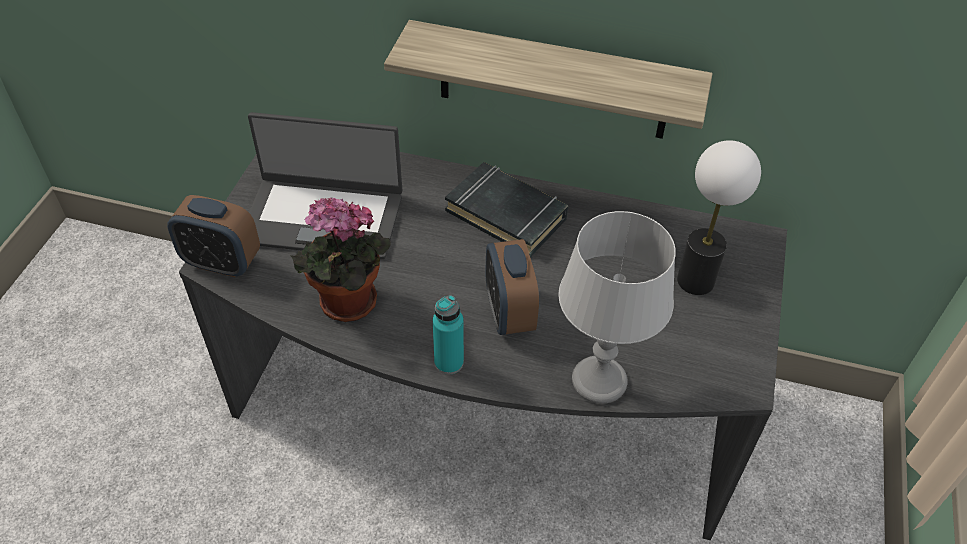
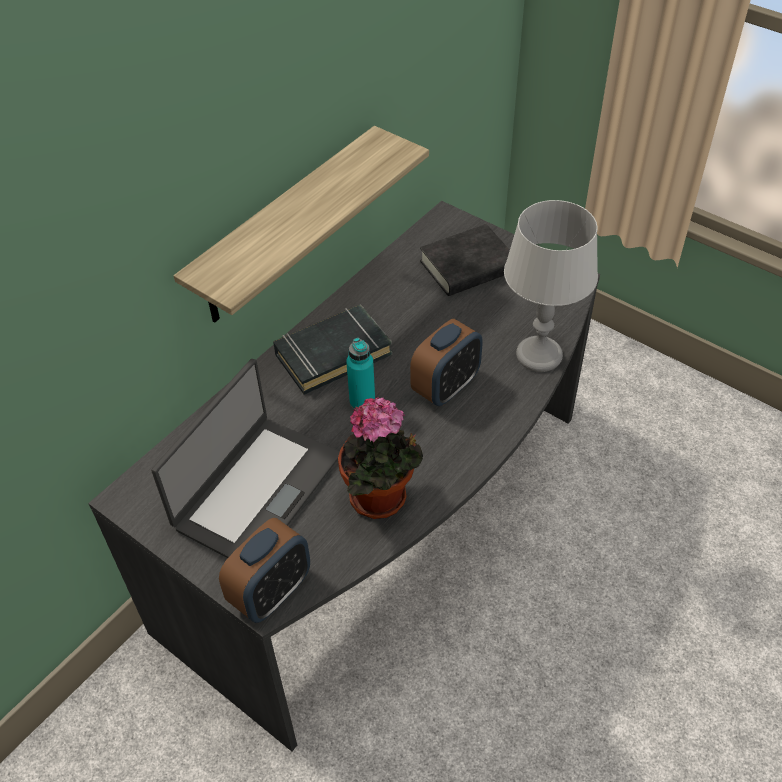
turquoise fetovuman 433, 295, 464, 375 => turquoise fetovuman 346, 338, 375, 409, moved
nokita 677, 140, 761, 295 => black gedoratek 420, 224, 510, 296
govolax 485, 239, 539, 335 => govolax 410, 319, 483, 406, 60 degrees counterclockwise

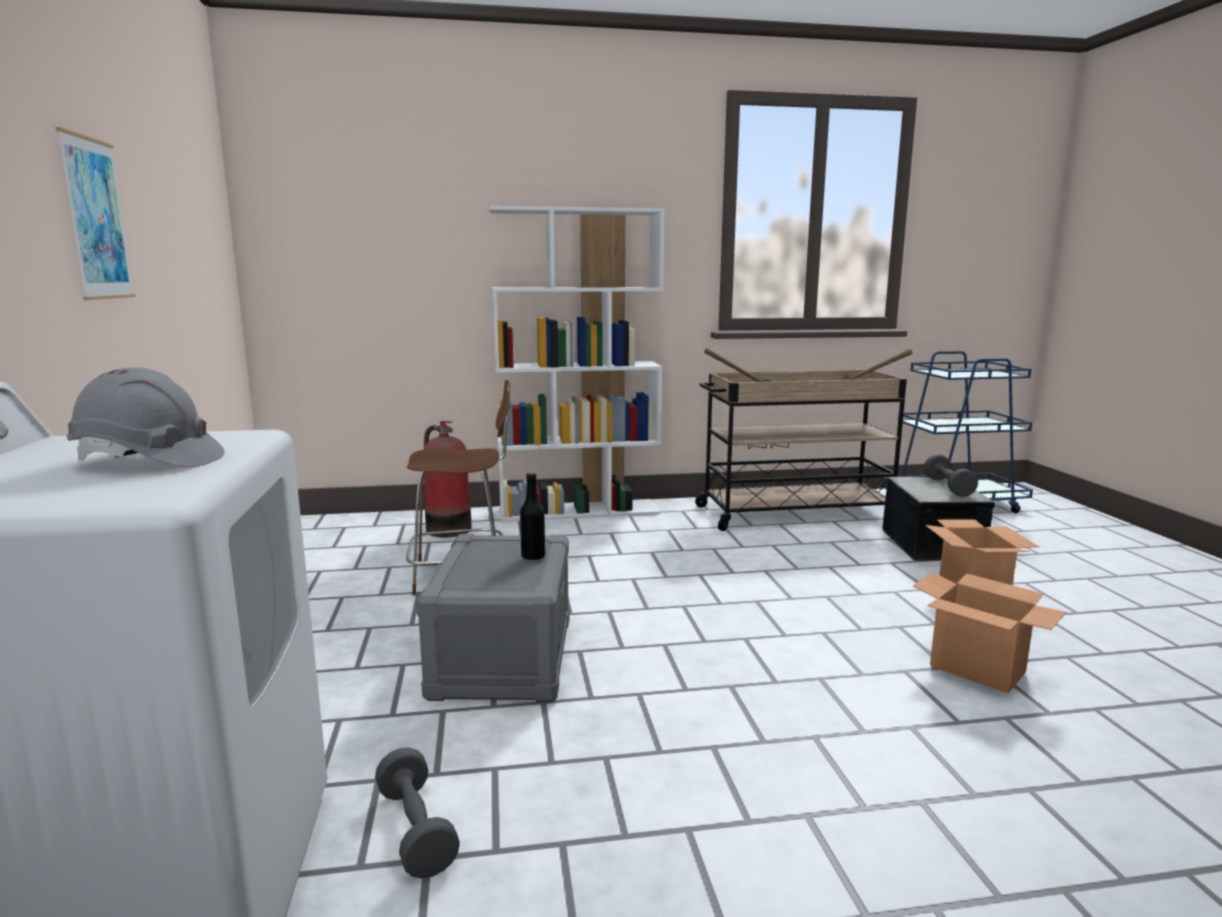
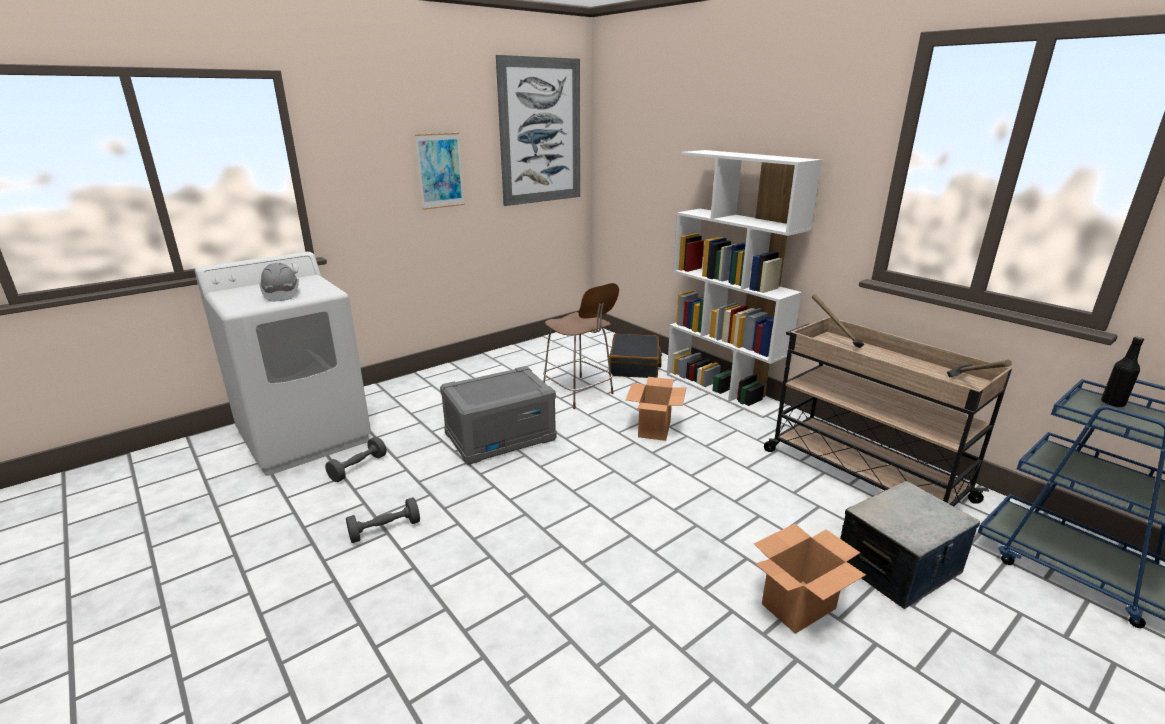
nothing => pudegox 496, 55, 580, 206
black fetovuman 520, 472, 545, 560 => black fetovuman 1101, 337, 1144, 407, moved
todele 913, 572, 1066, 693 => todele 626, 377, 686, 441, moved
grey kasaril 924, 454, 978, 497 => grey kasaril 346, 498, 420, 543, moved
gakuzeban 424, 421, 472, 538 => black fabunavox 609, 334, 662, 378

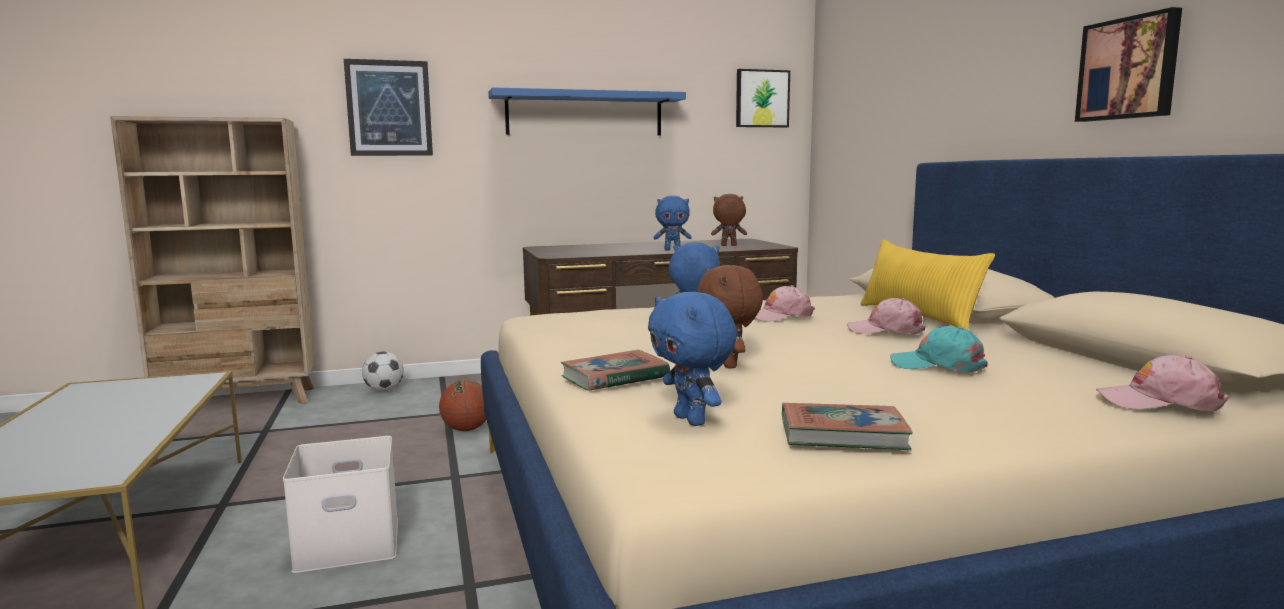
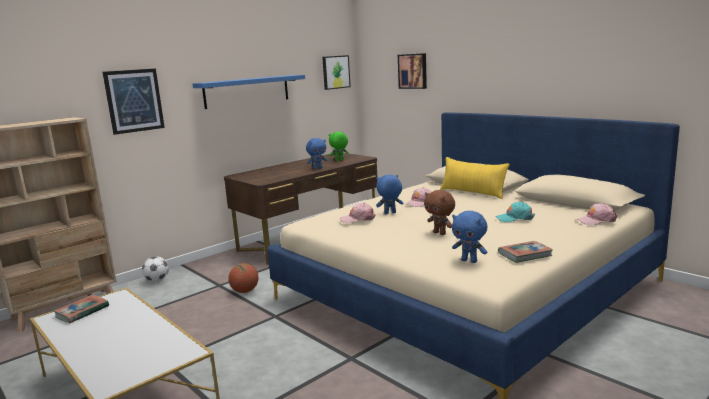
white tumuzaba 283, 436, 398, 573 => nothing
gedoratek 561, 350, 670, 391 => gedoratek 53, 294, 109, 323, moved
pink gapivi 847, 298, 925, 335 => pink gapivi 340, 203, 376, 223, moved
pudegox 1075, 7, 1182, 122 => pudegox 398, 53, 427, 89, moved
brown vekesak 711, 194, 747, 246 => green vekesak 329, 132, 349, 161

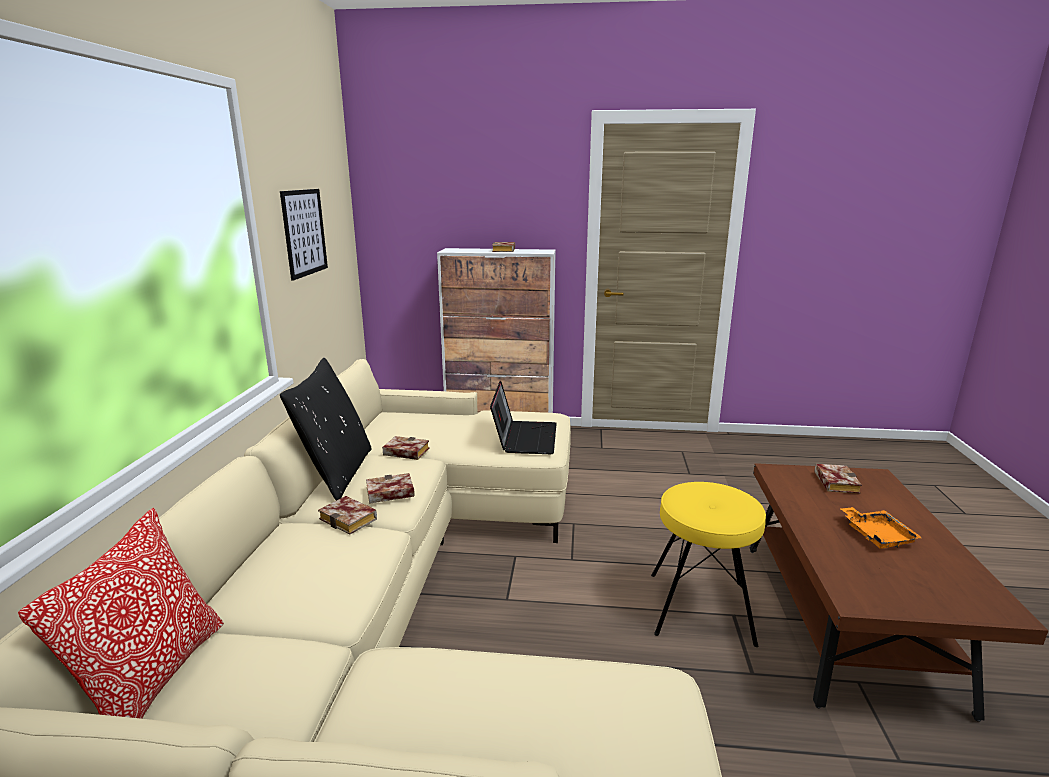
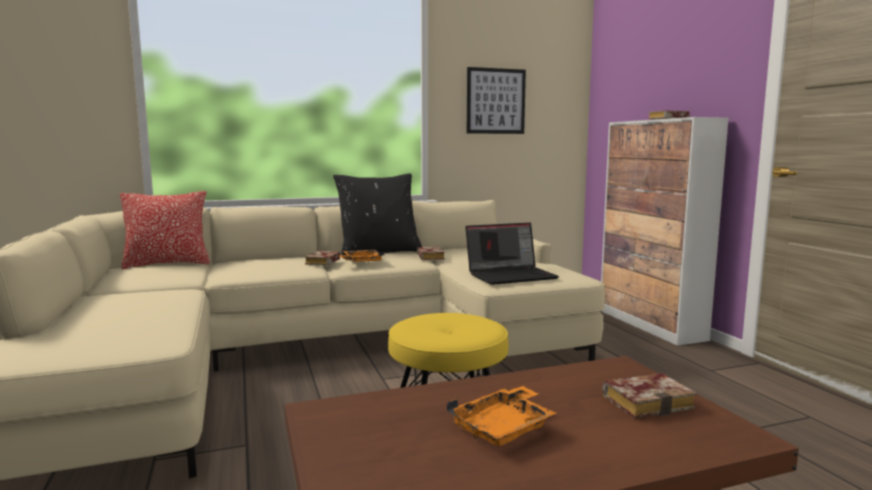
gedoratek 366, 473, 415, 504 => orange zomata 338, 250, 384, 262

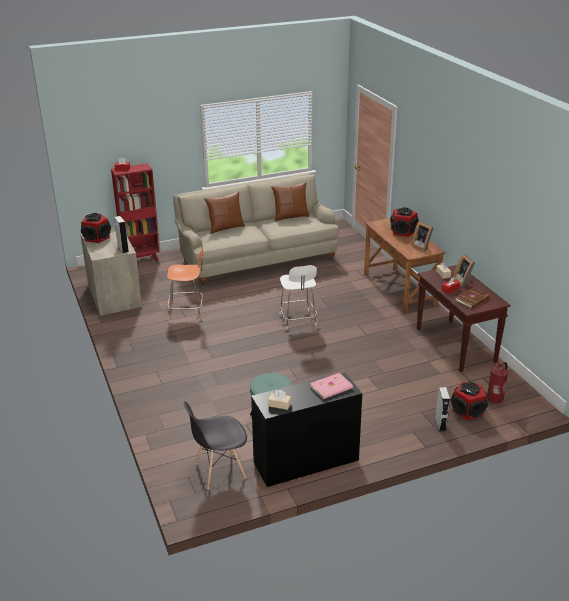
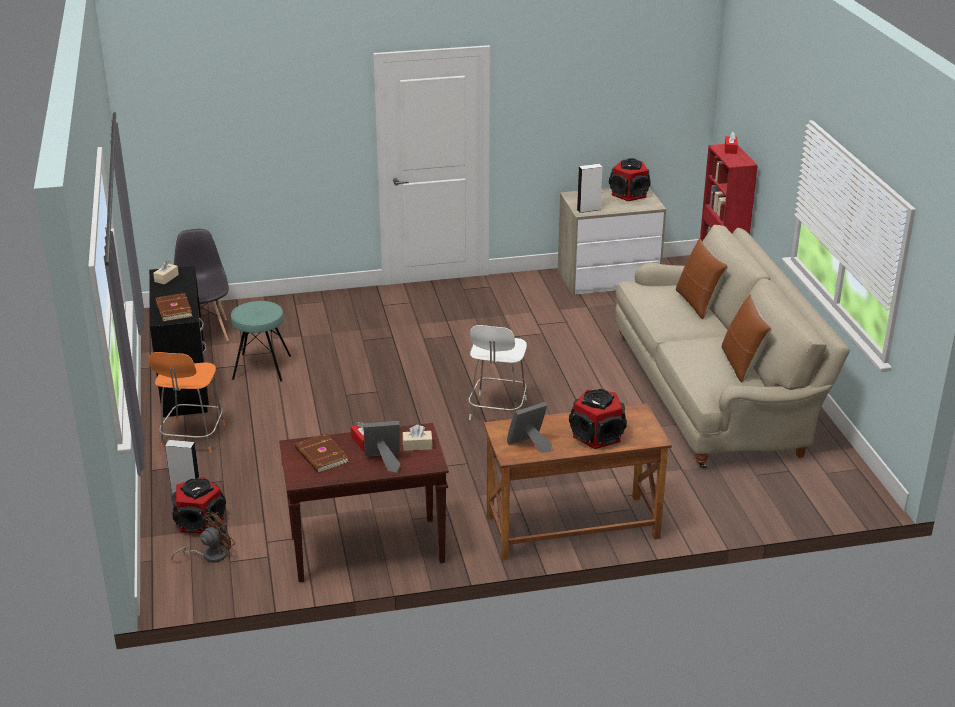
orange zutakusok 167, 244, 203, 319 => orange zutakusok 148, 352, 225, 453, moved
gakuzeban 487, 362, 508, 404 => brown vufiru 171, 512, 235, 563
pink gedoratek 310, 373, 353, 399 => brown gedoratek 155, 293, 193, 322
white zutakusok 280, 265, 317, 330 => white zutakusok 468, 325, 527, 420, 75 degrees counterclockwise

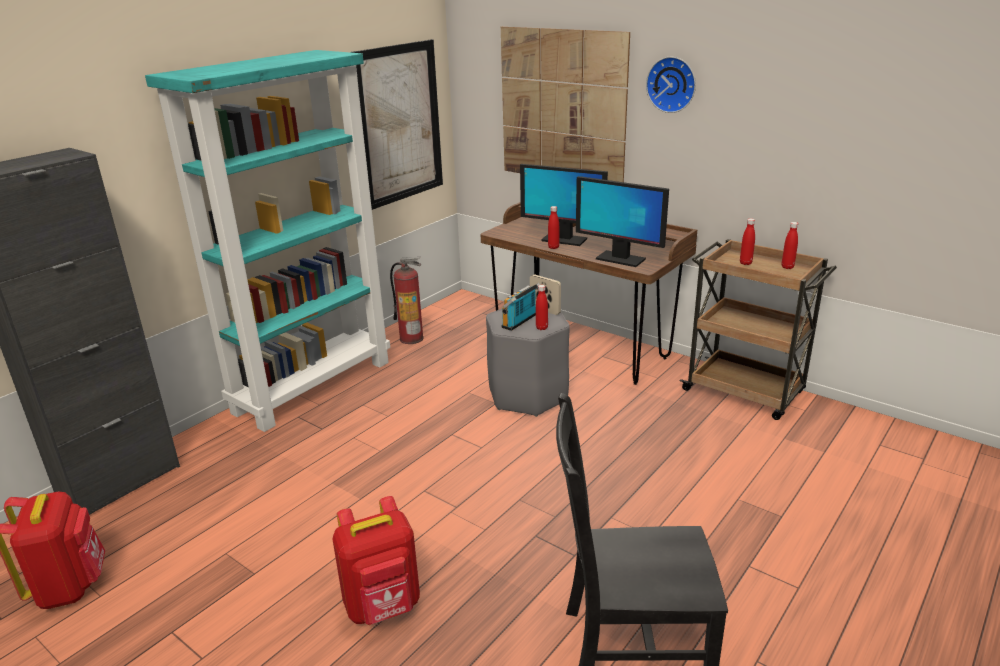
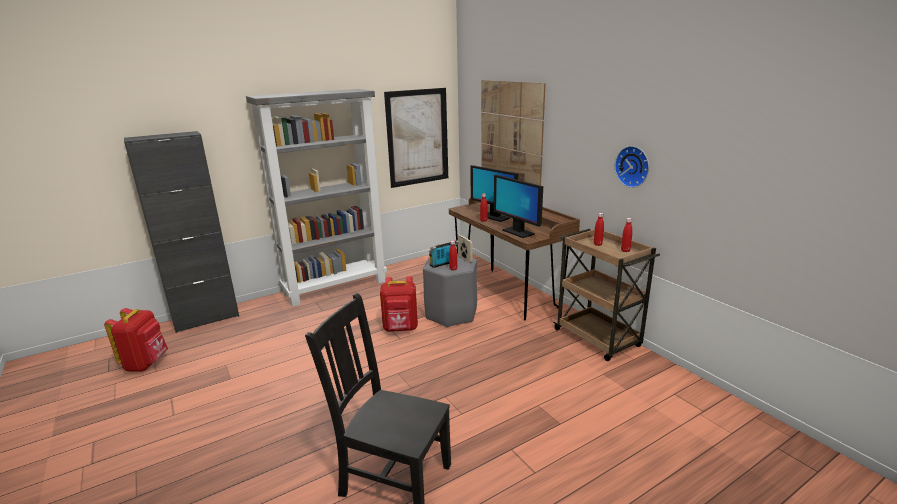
gakuzeban 390, 257, 424, 344 => nothing
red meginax 332, 496, 420, 625 => red meginax 380, 276, 418, 332, moved
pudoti 646, 57, 696, 113 => pudoti 615, 146, 649, 188, moved
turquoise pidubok 145, 50, 390, 432 => grey pidubok 246, 89, 387, 307

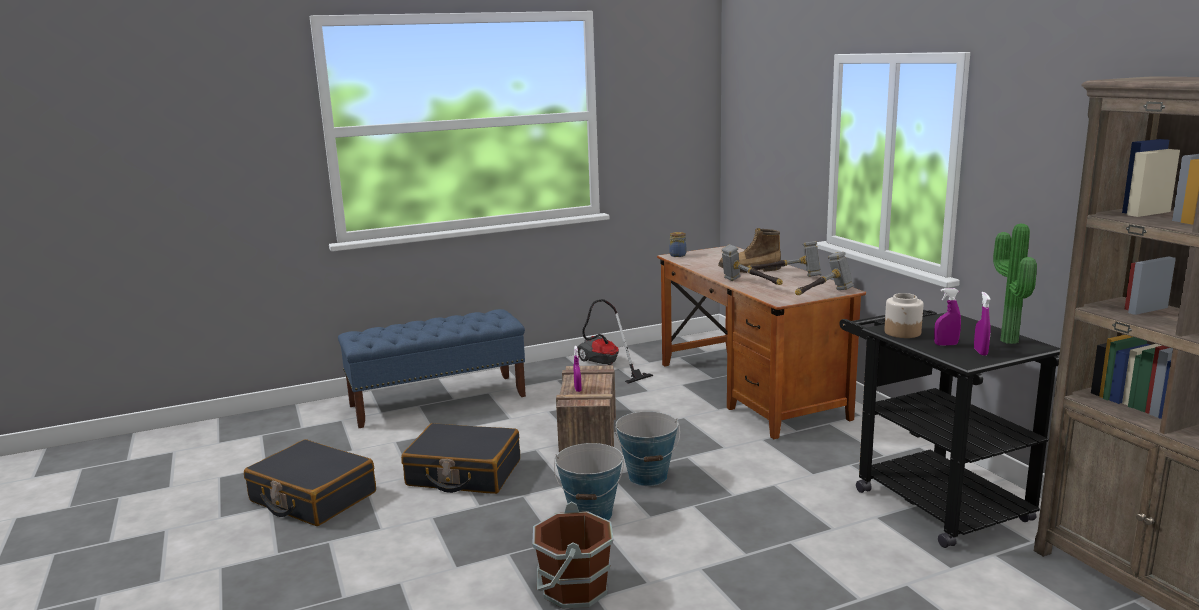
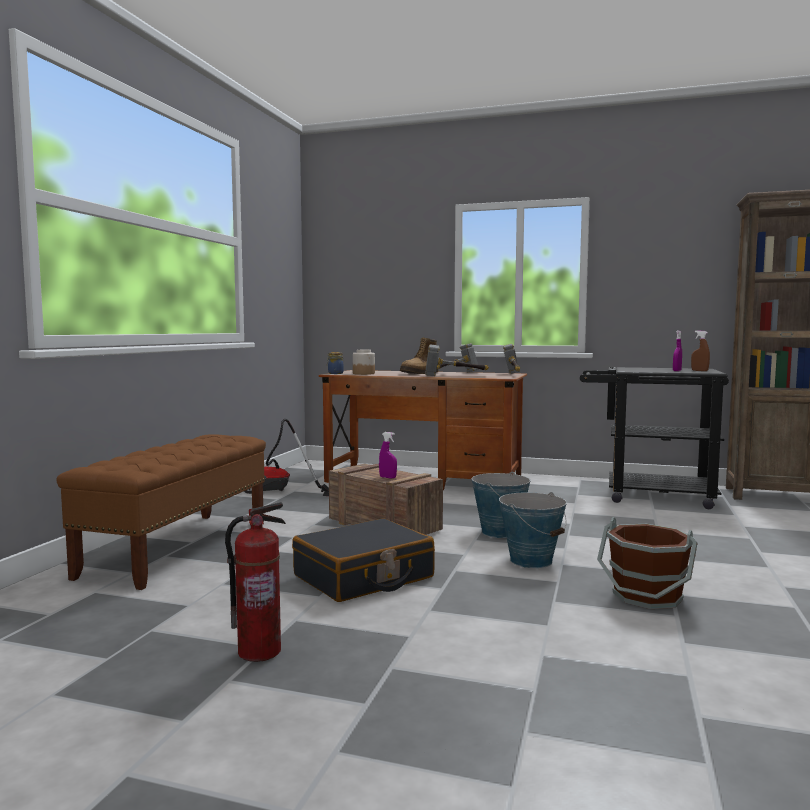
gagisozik 993, 224, 1037, 344 => nothing
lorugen 884, 293, 923, 338 => lorugen 353, 350, 375, 375, moved
black fabunavox 244, 439, 376, 526 => gakuzeban 225, 502, 286, 662
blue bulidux 338, 309, 526, 428 => brown bulidux 57, 434, 266, 590
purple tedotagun 974, 292, 991, 355 => brown tedotagun 691, 331, 710, 371

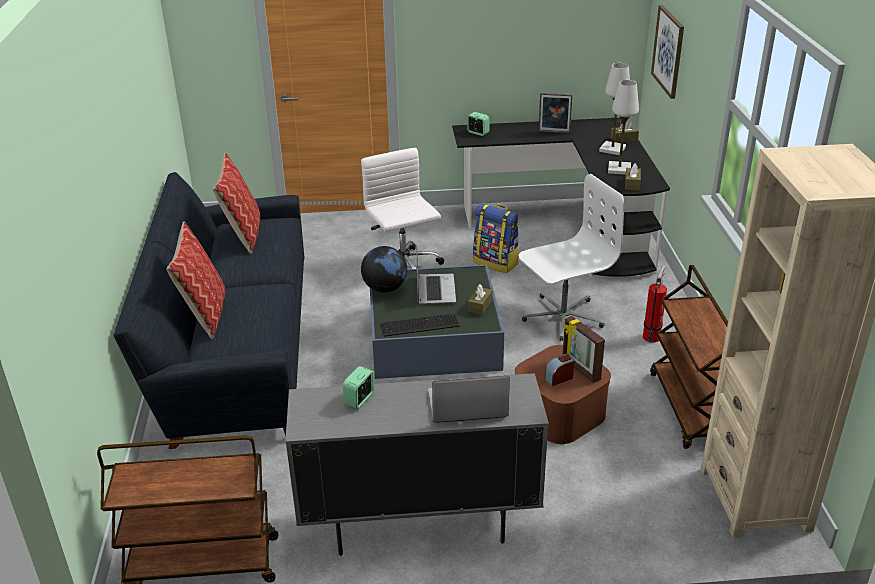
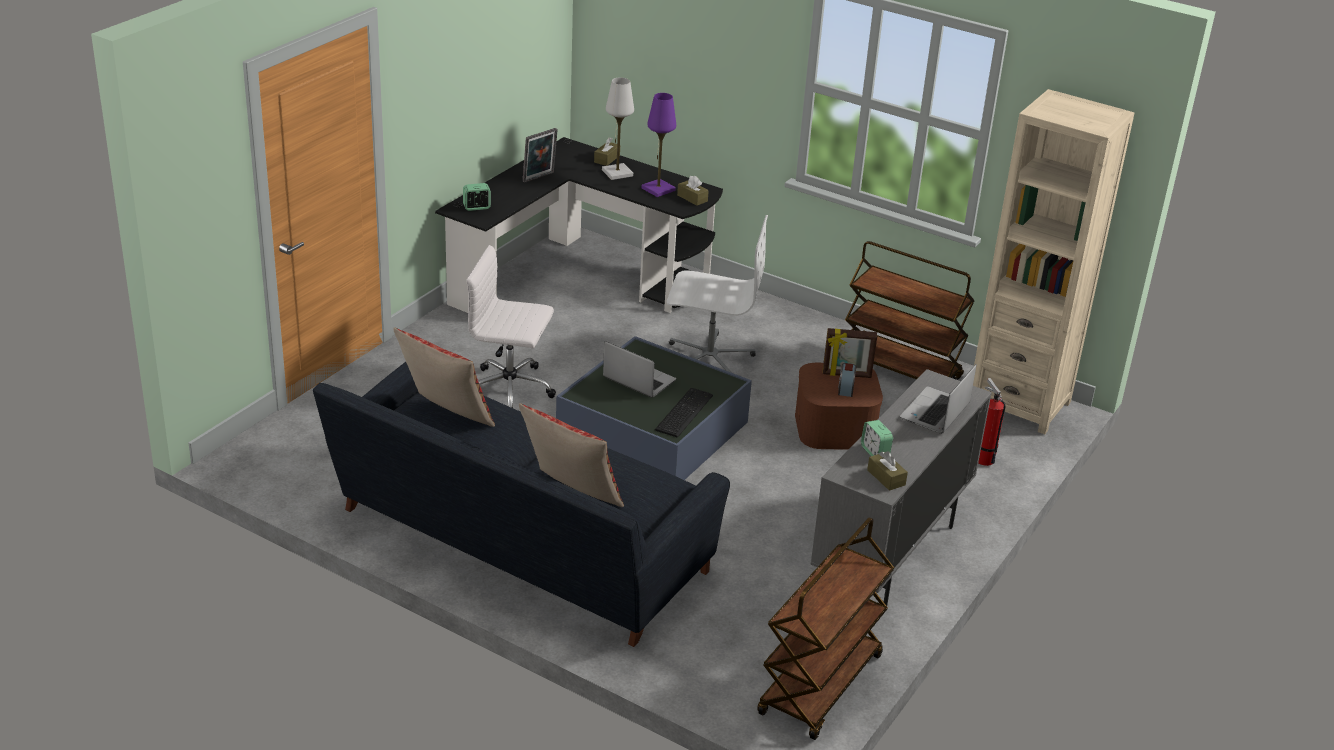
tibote 361, 246, 407, 293 => nothing
meginax 473, 203, 519, 273 => nothing
pudegox 651, 5, 684, 99 => nothing
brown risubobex 468, 284, 493, 315 => brown risubobex 867, 451, 908, 491, moved
gakuzeban 643, 265, 667, 343 => gakuzeban 978, 378, 1006, 466, moved
white nokita 608, 80, 639, 175 => purple nokita 642, 93, 676, 197
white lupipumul 518, 174, 624, 341 => white lupipumul 667, 215, 768, 373, 90 degrees clockwise

